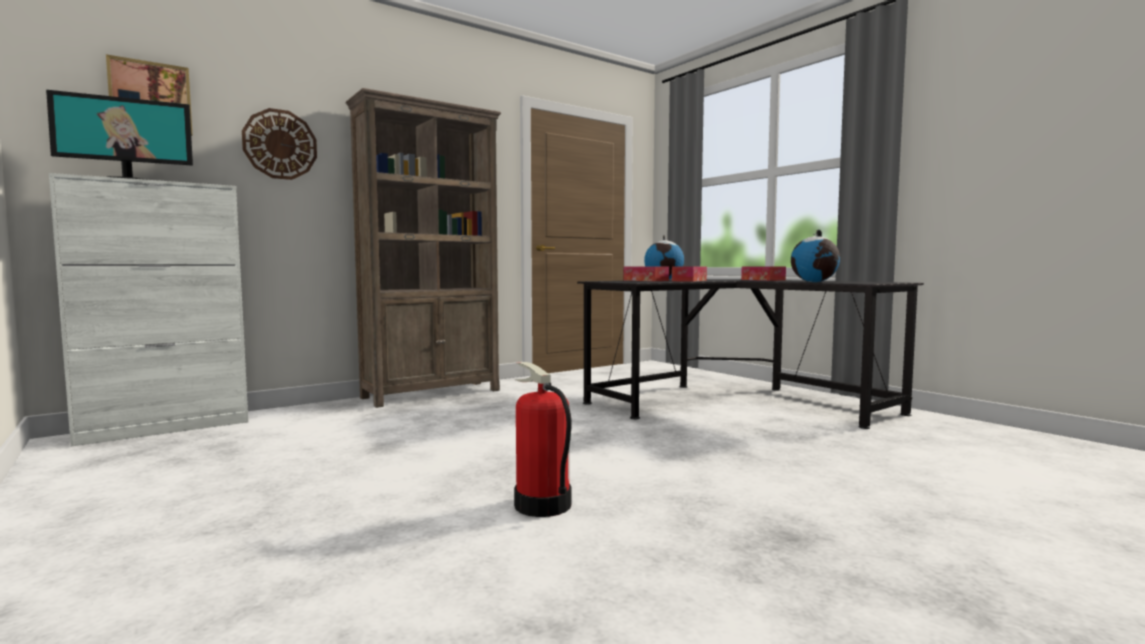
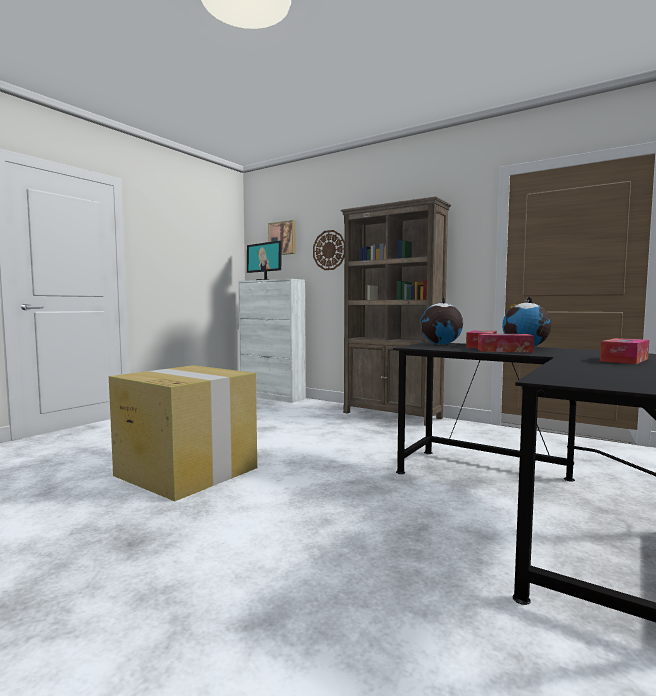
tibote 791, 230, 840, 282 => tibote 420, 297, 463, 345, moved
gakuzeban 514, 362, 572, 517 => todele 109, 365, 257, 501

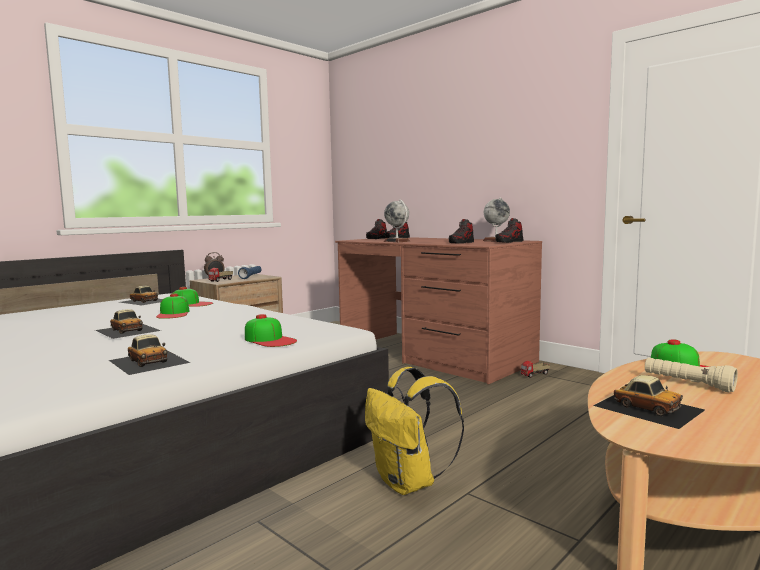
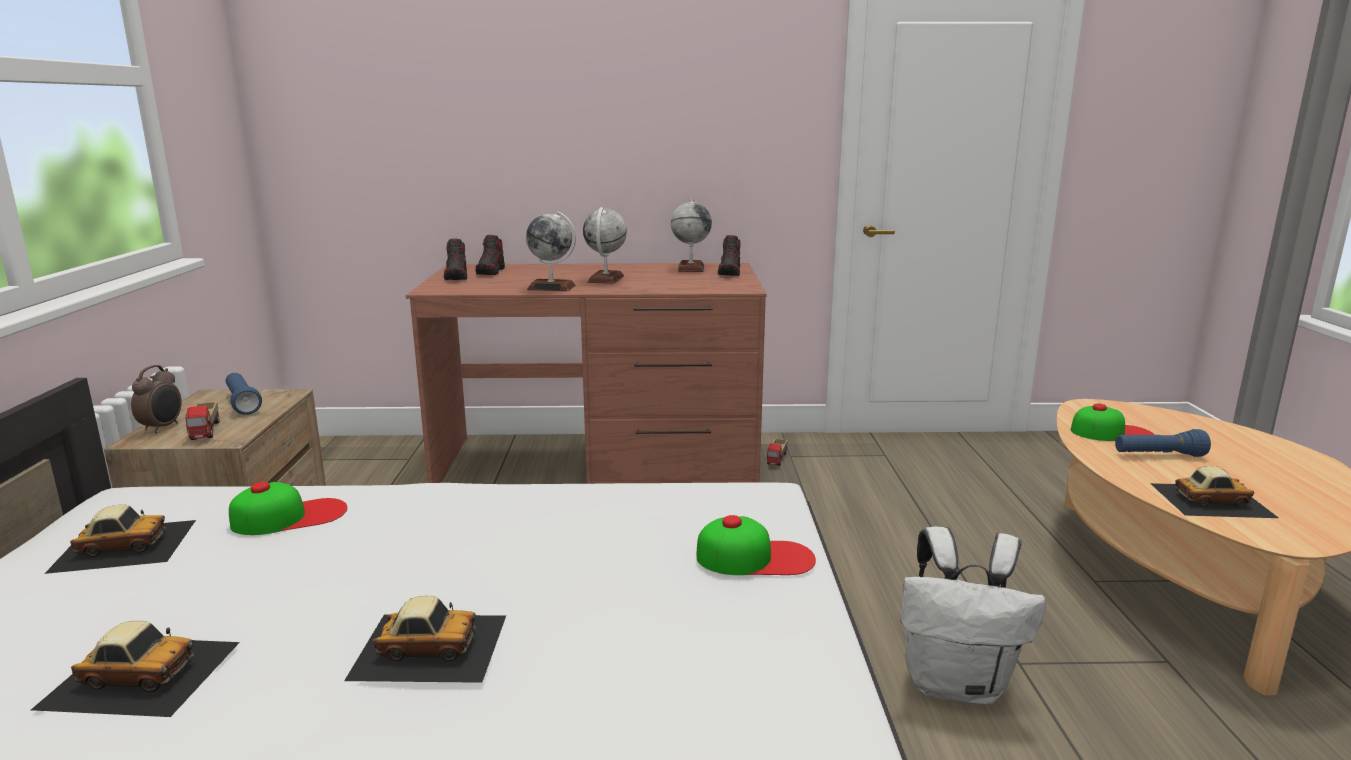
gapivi 156, 294, 189, 319 => nothing
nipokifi 449, 219, 474, 244 => nothing
nothing => tibote 583, 207, 627, 284
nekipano 109, 335, 191, 375 => nekipano 31, 621, 240, 717, moved
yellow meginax 365, 367, 464, 495 => white meginax 900, 527, 1046, 705
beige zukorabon 645, 357, 738, 393 => blue zukorabon 1115, 429, 1211, 457

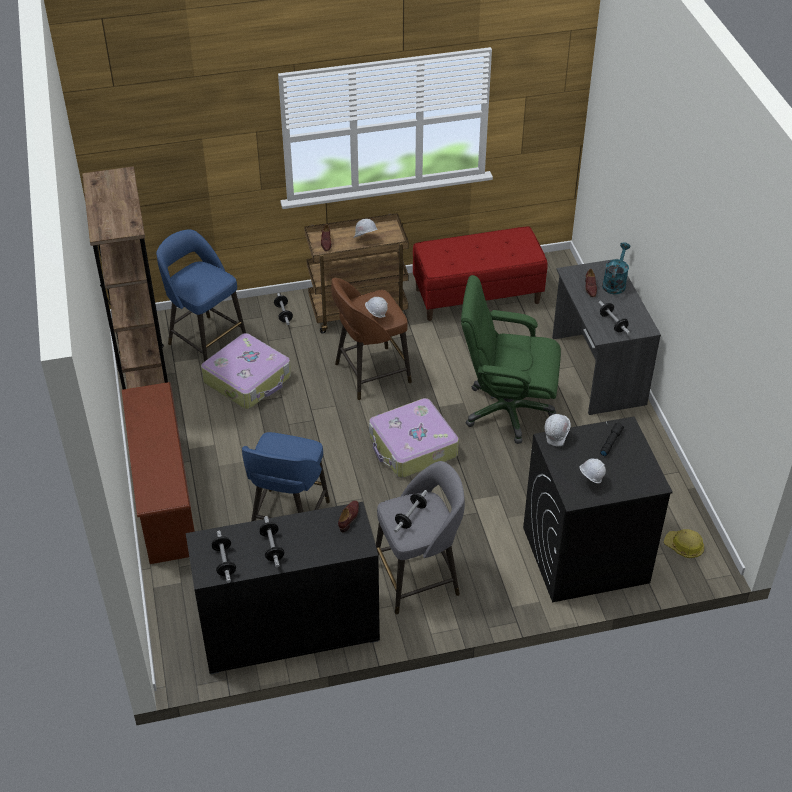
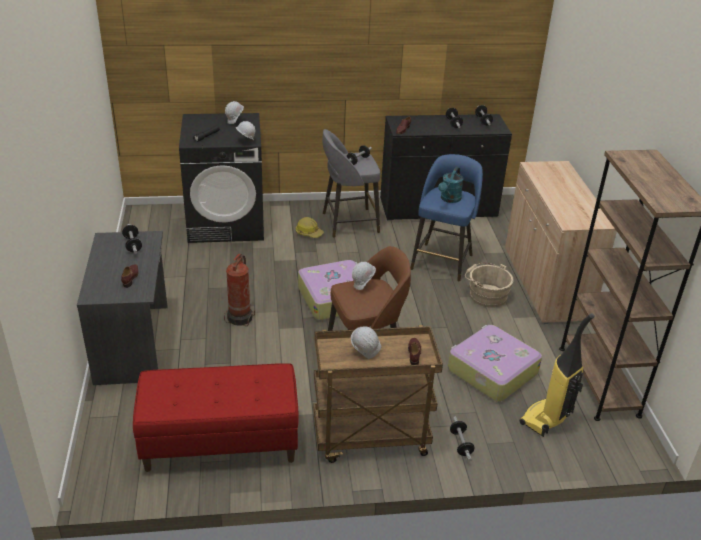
nothing => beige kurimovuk 465, 262, 514, 308
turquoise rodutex 602, 242, 630, 294 => turquoise rodutex 438, 167, 463, 203, moved
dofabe 664, 529, 705, 558 => dofabe 295, 217, 324, 238, moved
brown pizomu 122, 382, 195, 564 => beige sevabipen 505, 161, 617, 324
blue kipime 156, 229, 246, 361 => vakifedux 520, 313, 595, 437
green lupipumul 461, 275, 561, 444 => gakuzeban 224, 254, 255, 326

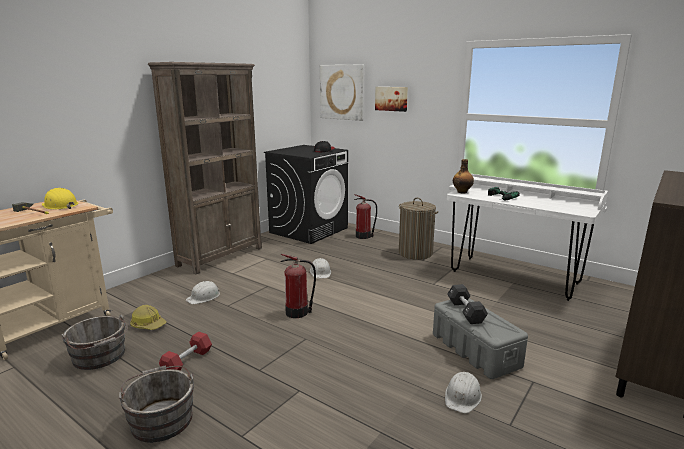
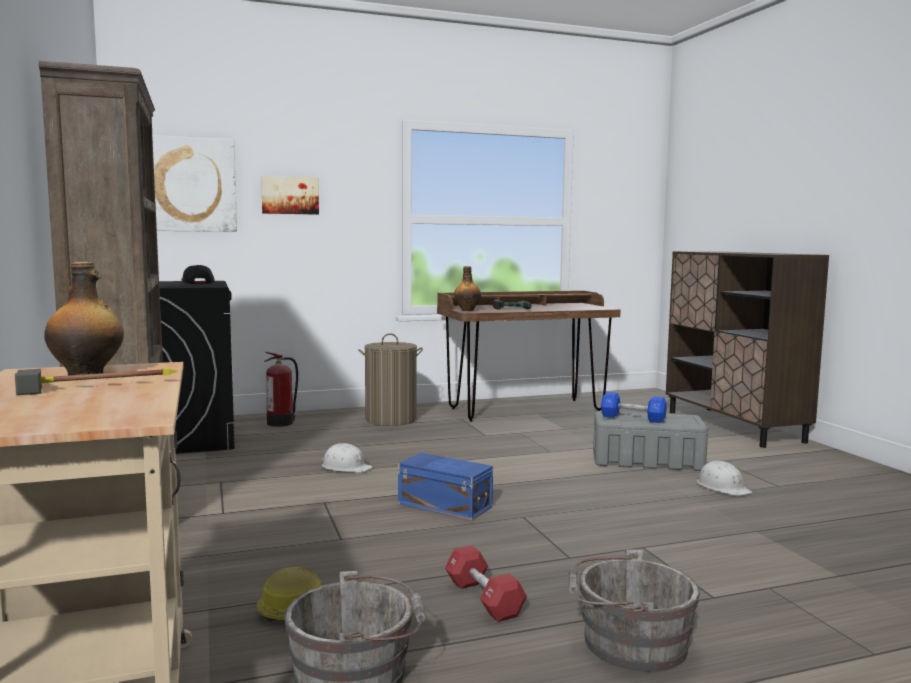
white dofabe 186, 281, 220, 304 => nothing
yellow dofabe 42, 188, 79, 210 => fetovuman 44, 262, 124, 375
gakuzeban 280, 254, 316, 318 => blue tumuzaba 398, 453, 493, 521
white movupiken 447, 174, 608, 301 => brown movupiken 437, 290, 621, 422
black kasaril 447, 284, 488, 324 => blue kasaril 601, 392, 667, 423

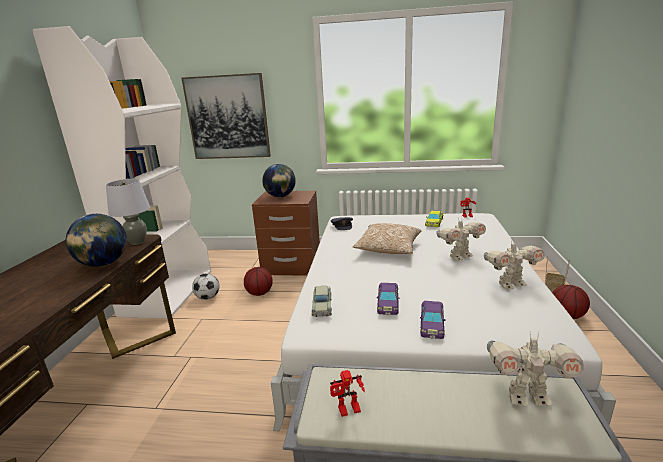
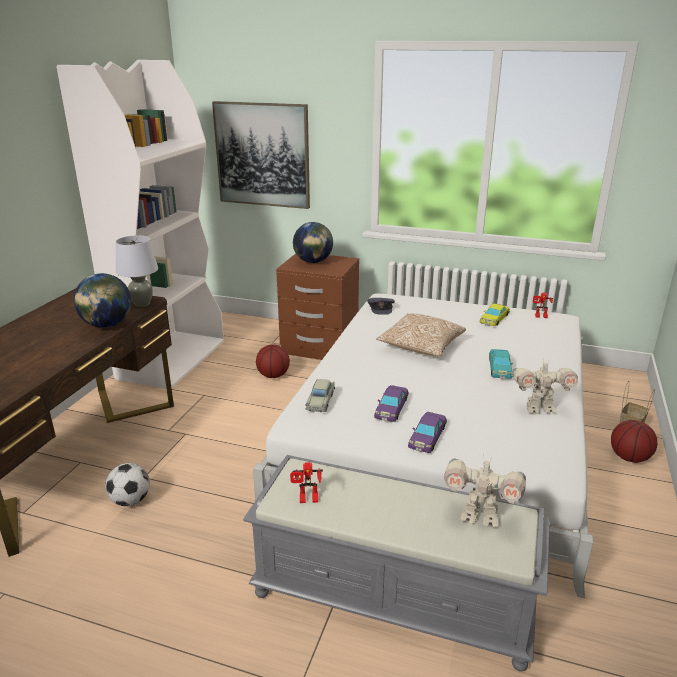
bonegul 192, 273, 220, 300 => bonegul 105, 463, 150, 506, moved
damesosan 436, 218, 486, 261 => turquoise nekipano 489, 349, 513, 379

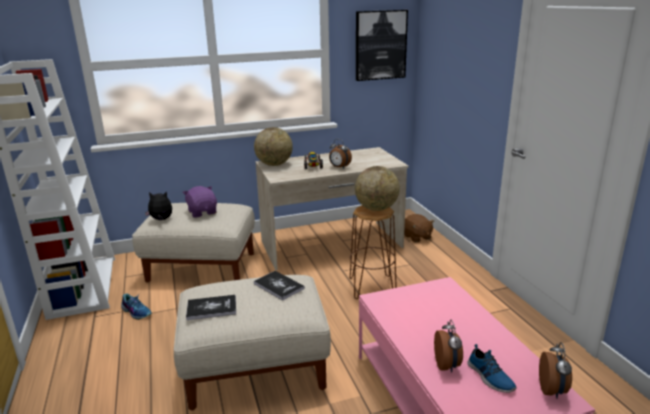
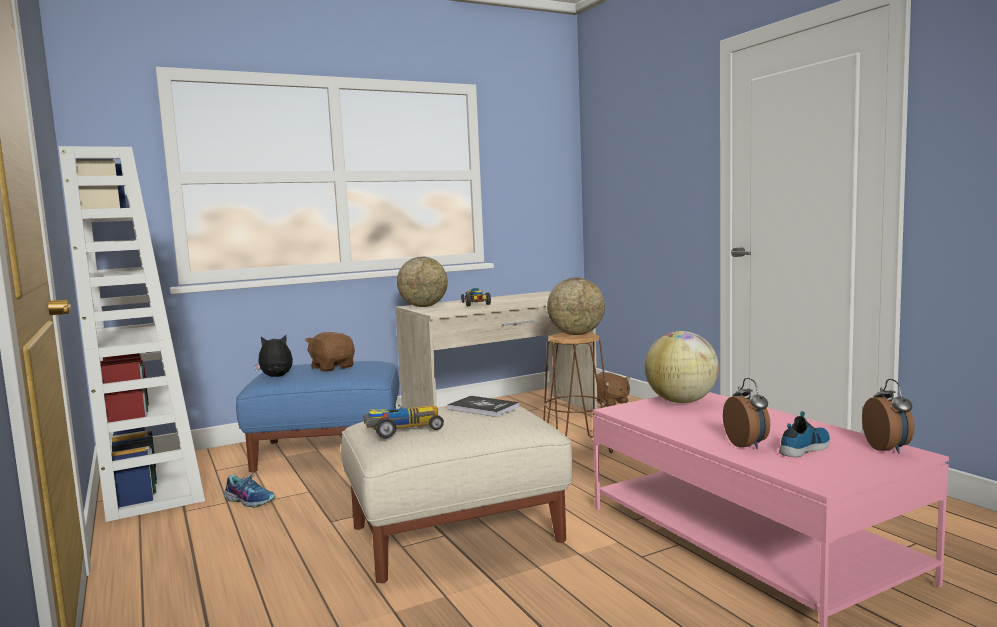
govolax 329, 139, 352, 168 => nothing
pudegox 356, 10, 408, 81 => nothing
nothing => tibote 645, 331, 719, 403
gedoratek 186, 295, 236, 320 => nekipano 363, 405, 444, 438
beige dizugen 132, 203, 255, 283 => blue dizugen 236, 361, 399, 472
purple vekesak 183, 186, 217, 218 => brown vekesak 305, 332, 355, 372
nipokifi 467, 344, 517, 393 => nipokifi 779, 411, 830, 457, 90 degrees counterclockwise

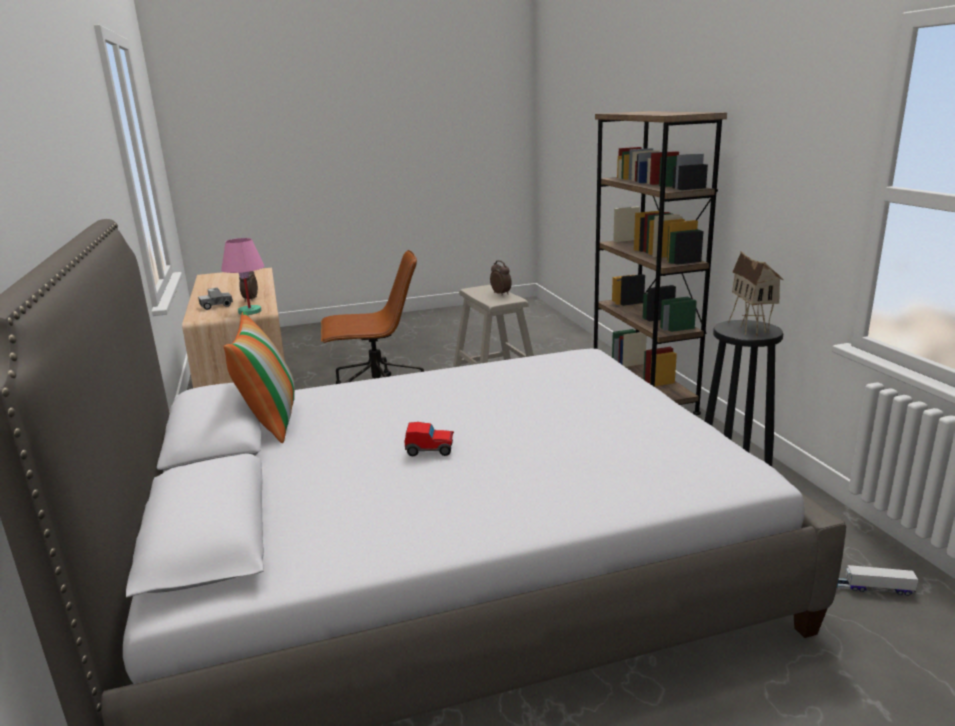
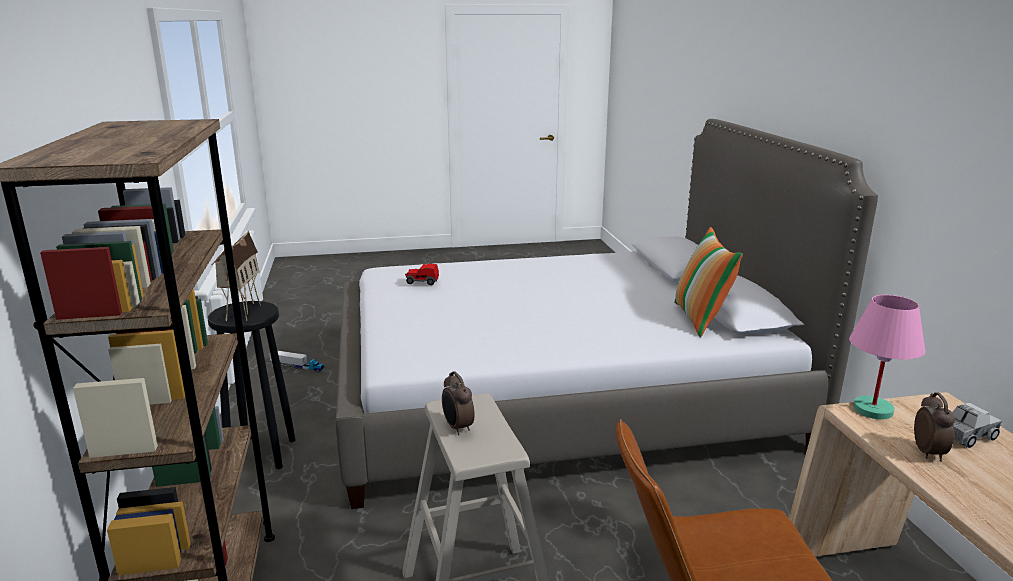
nekipano 404, 422, 454, 456 => nekipano 405, 264, 439, 285, moved

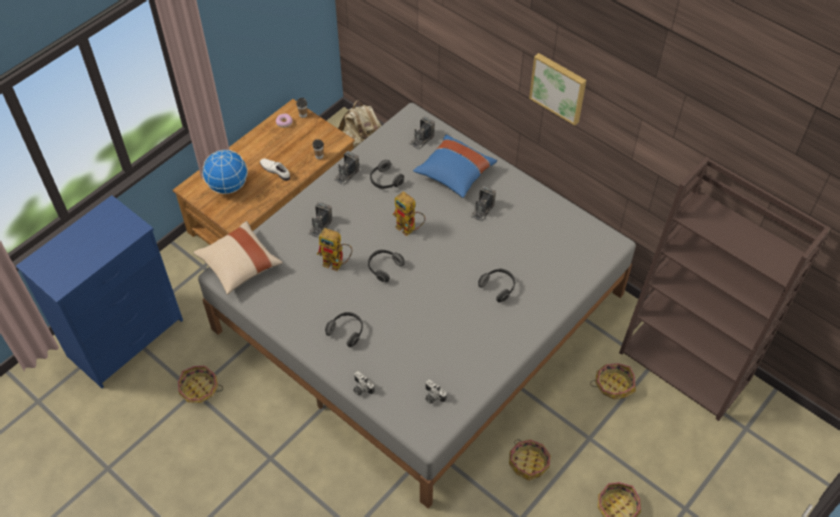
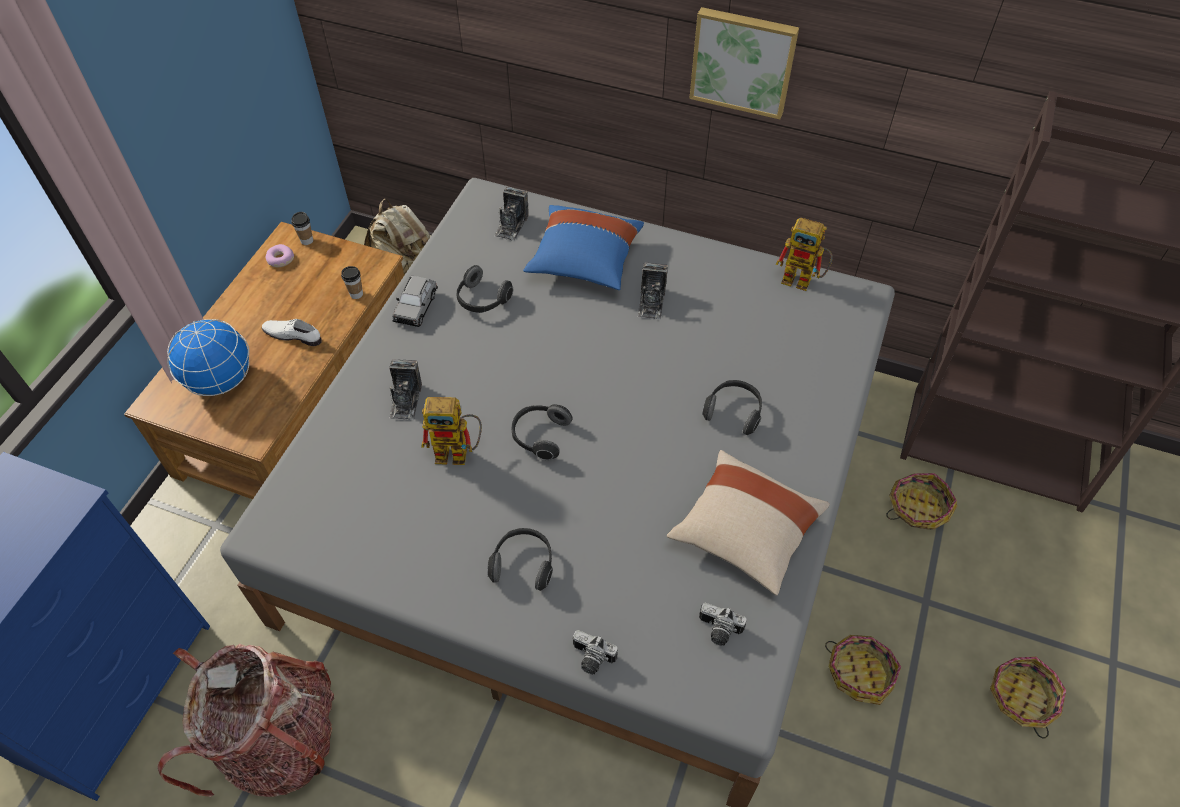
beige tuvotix 193, 221, 283, 295 => beige tuvotix 667, 450, 830, 596, moved
damesosan 392, 191, 425, 236 => damesosan 775, 217, 833, 291, moved
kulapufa 178, 366, 223, 403 => meginax 157, 644, 334, 797
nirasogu 333, 151, 359, 186 => grey nekipano 392, 275, 438, 327

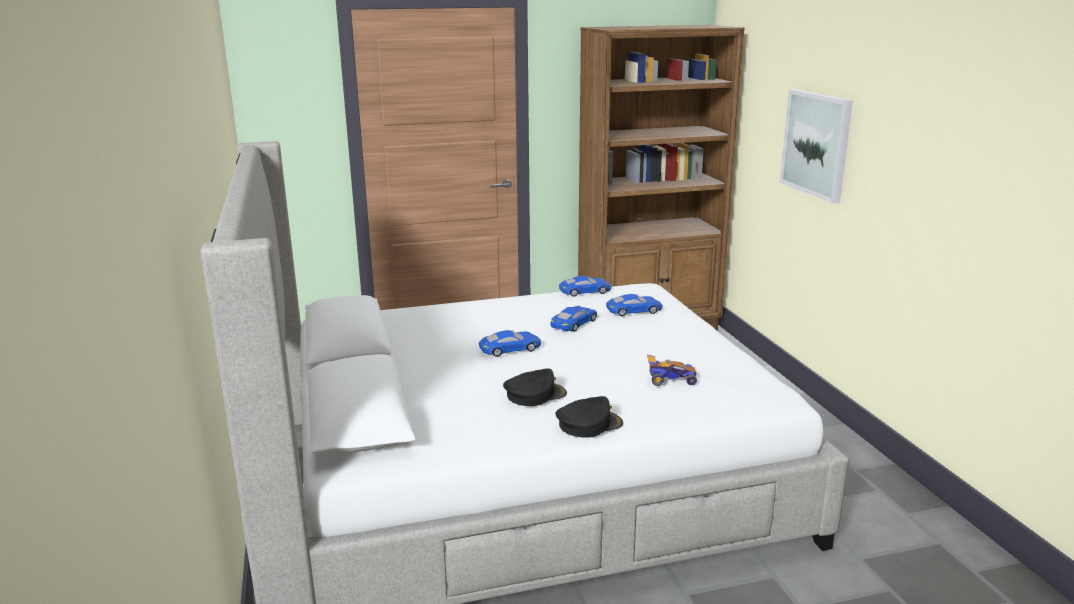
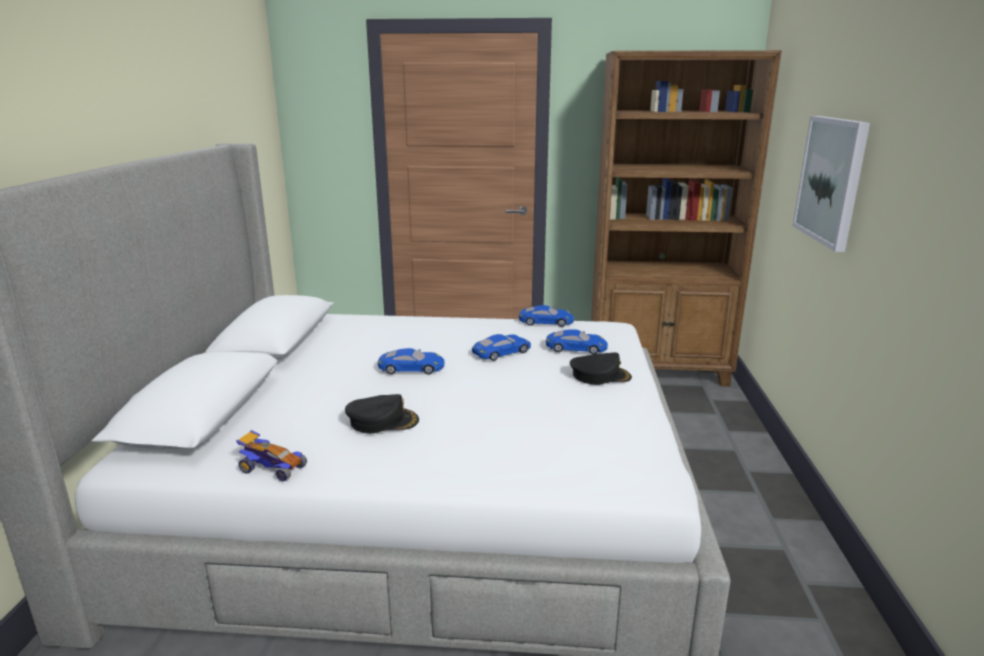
black gapivi 556, 396, 623, 438 => black gapivi 570, 352, 632, 385, moved
nekipano 647, 355, 697, 386 => nekipano 236, 430, 307, 481, moved

